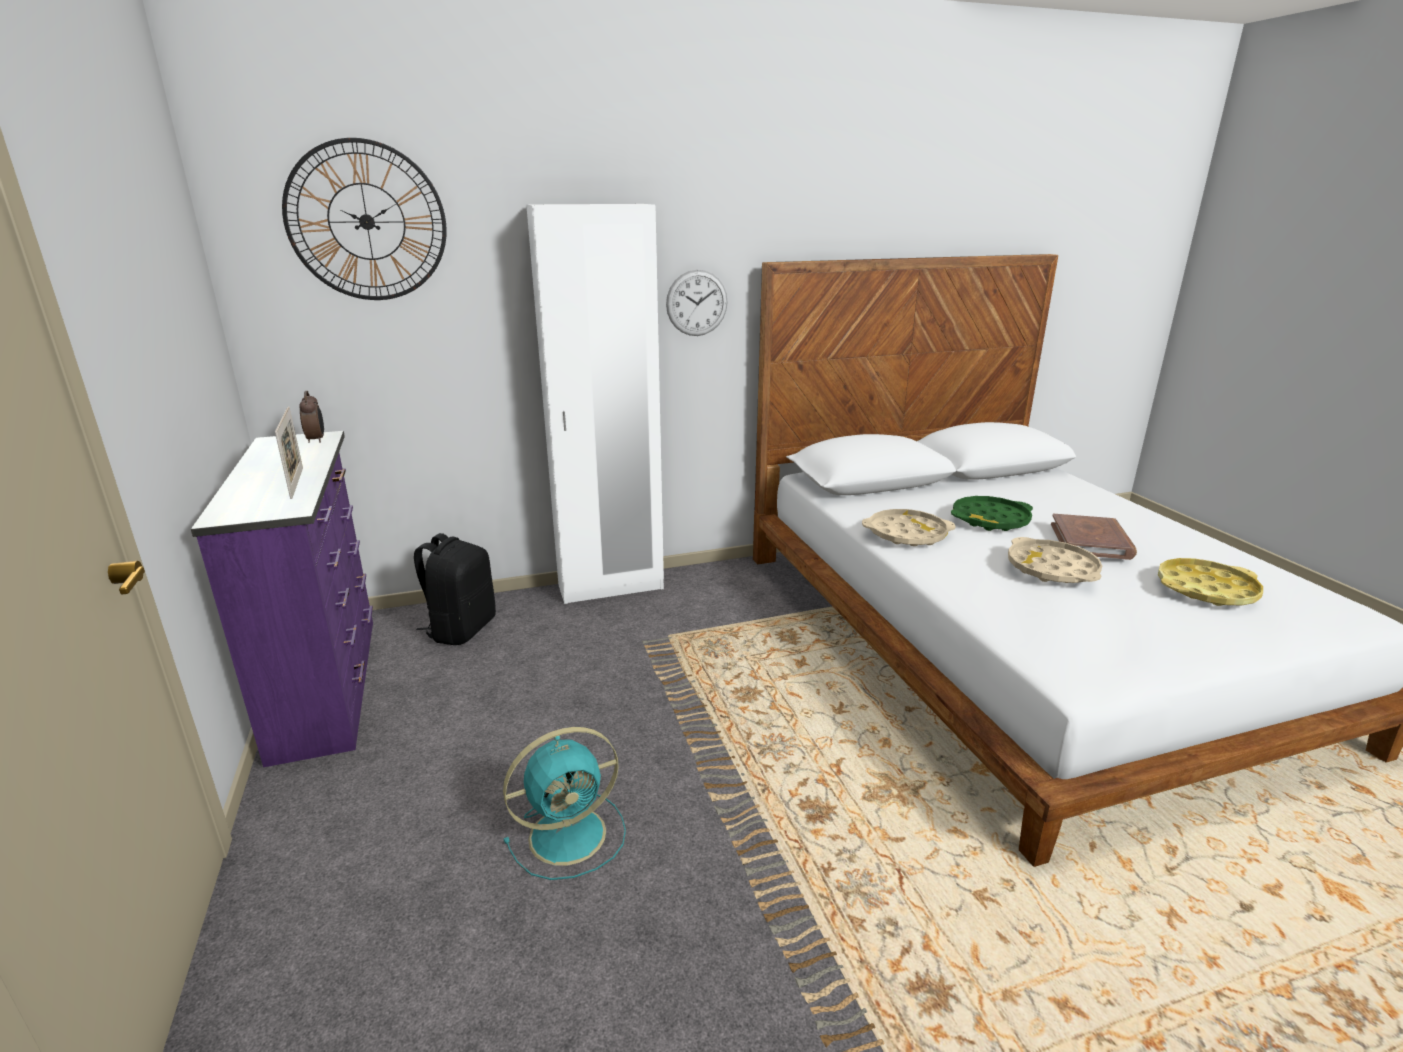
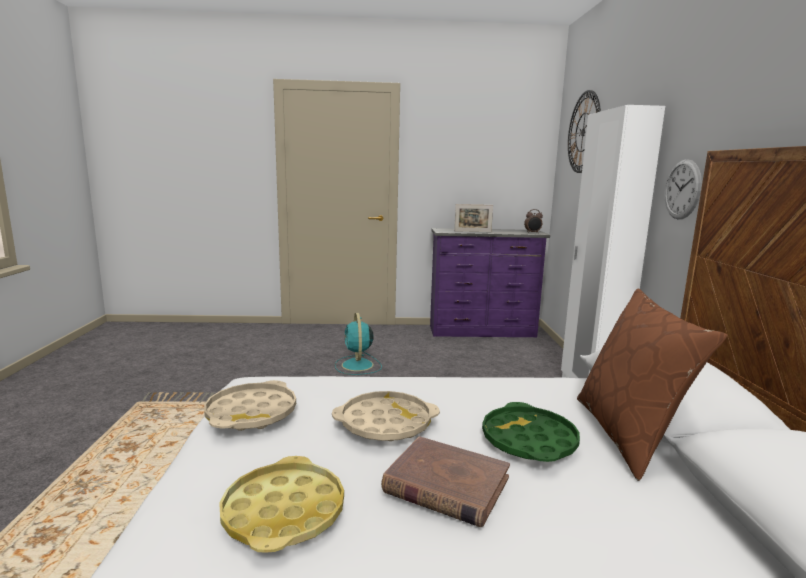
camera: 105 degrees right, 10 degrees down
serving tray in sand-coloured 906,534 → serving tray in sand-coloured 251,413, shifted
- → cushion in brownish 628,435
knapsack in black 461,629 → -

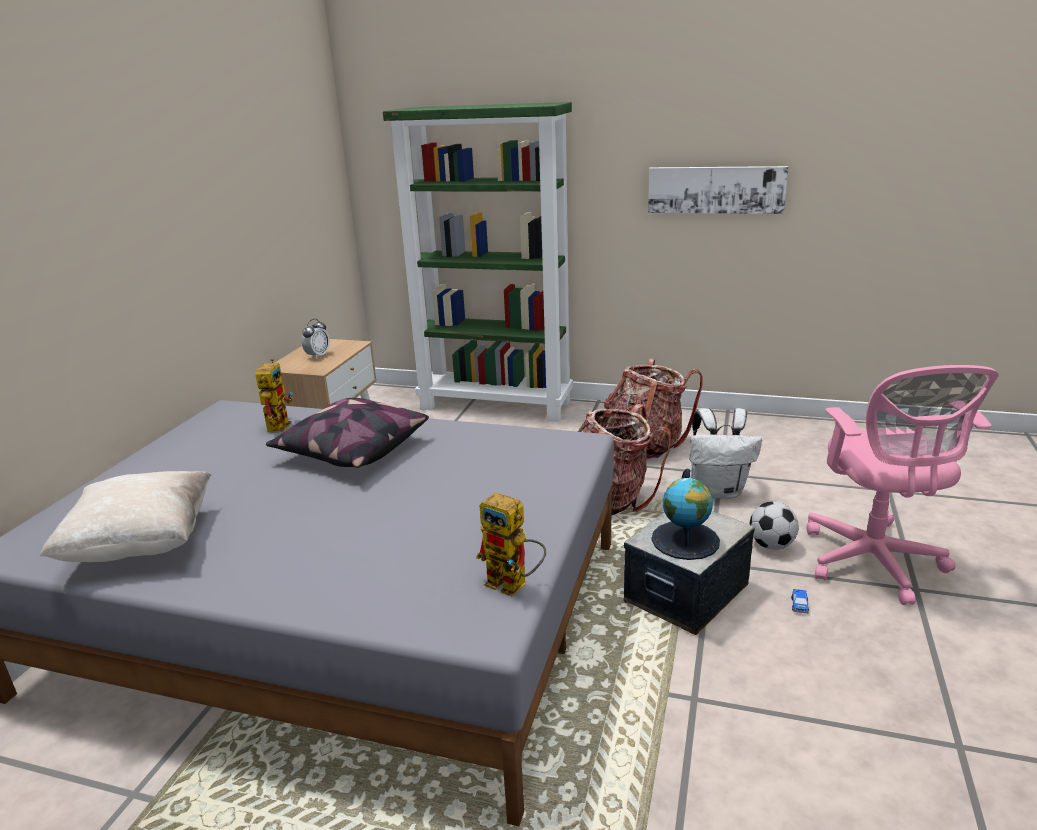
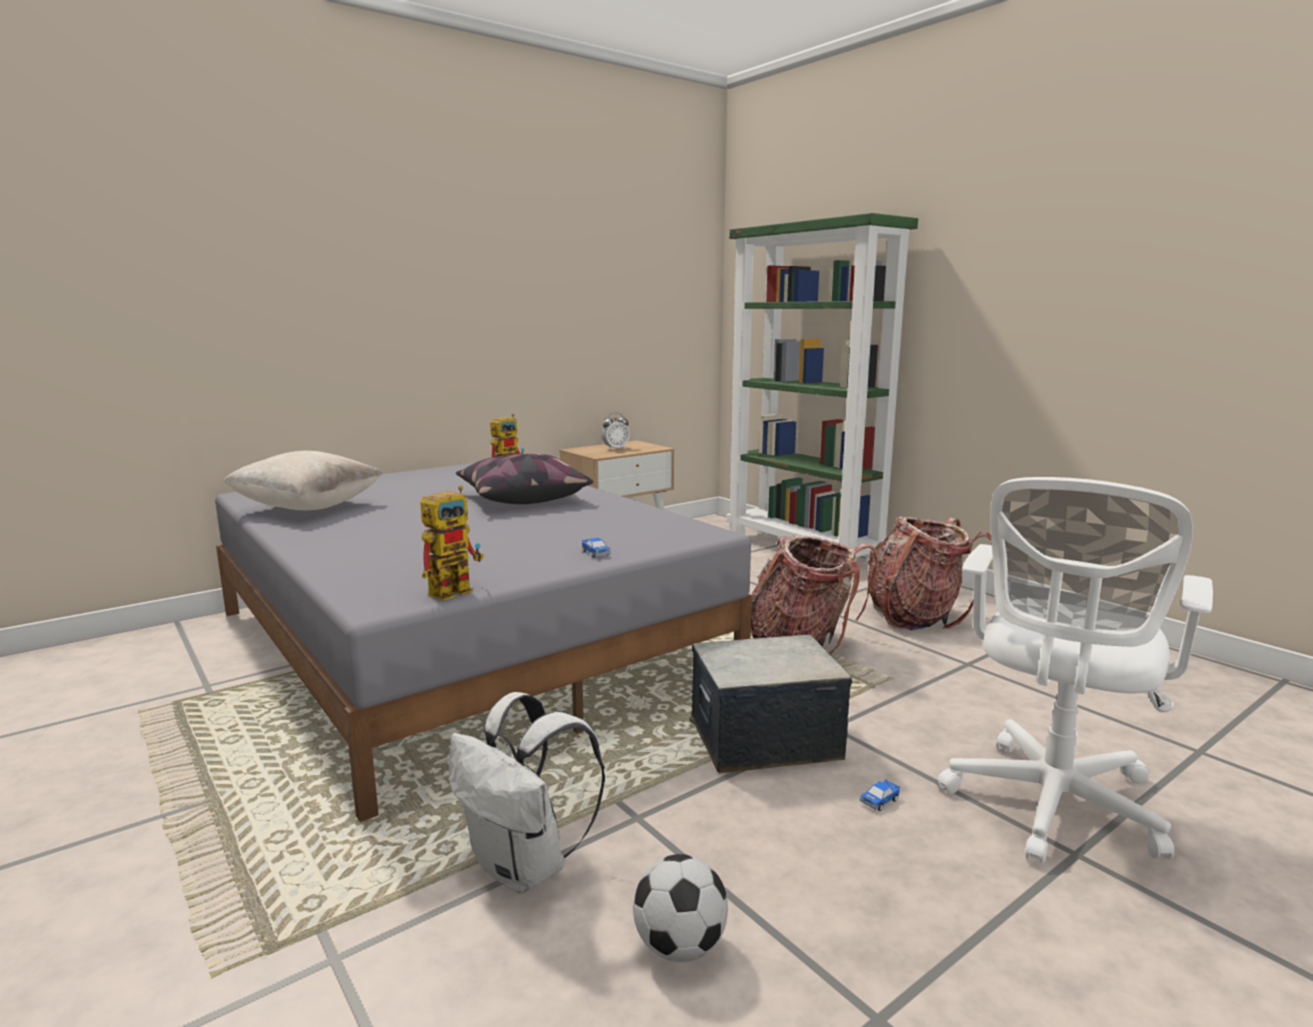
camera: 35 degrees right, 10 degrees down
robot figure 514,585 → robot figure 456,589, 120 degrees counterclockwise
knapsack in white-coloured 718,491 → knapsack in white-coloured 525,867, shifted
- → toy car 595,553
ball for football 771,545 → ball for football 679,947, shifted
desk chair in pinkish 874,563 → desk chair in white-coloured 1051,807
wall picture 716,189 → -
desk globe 685,540 → -

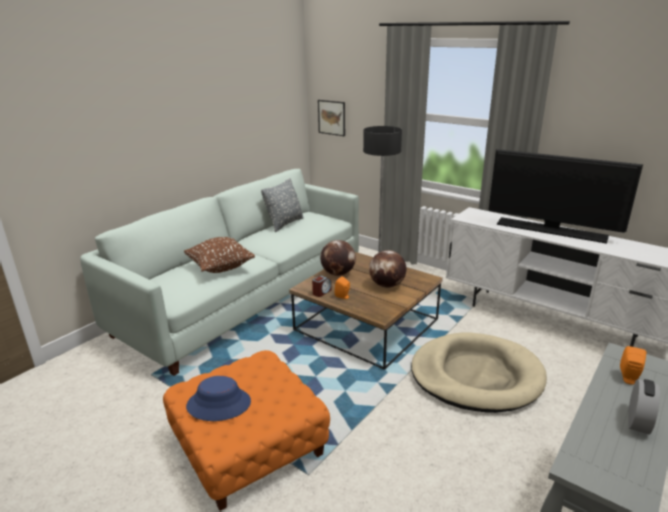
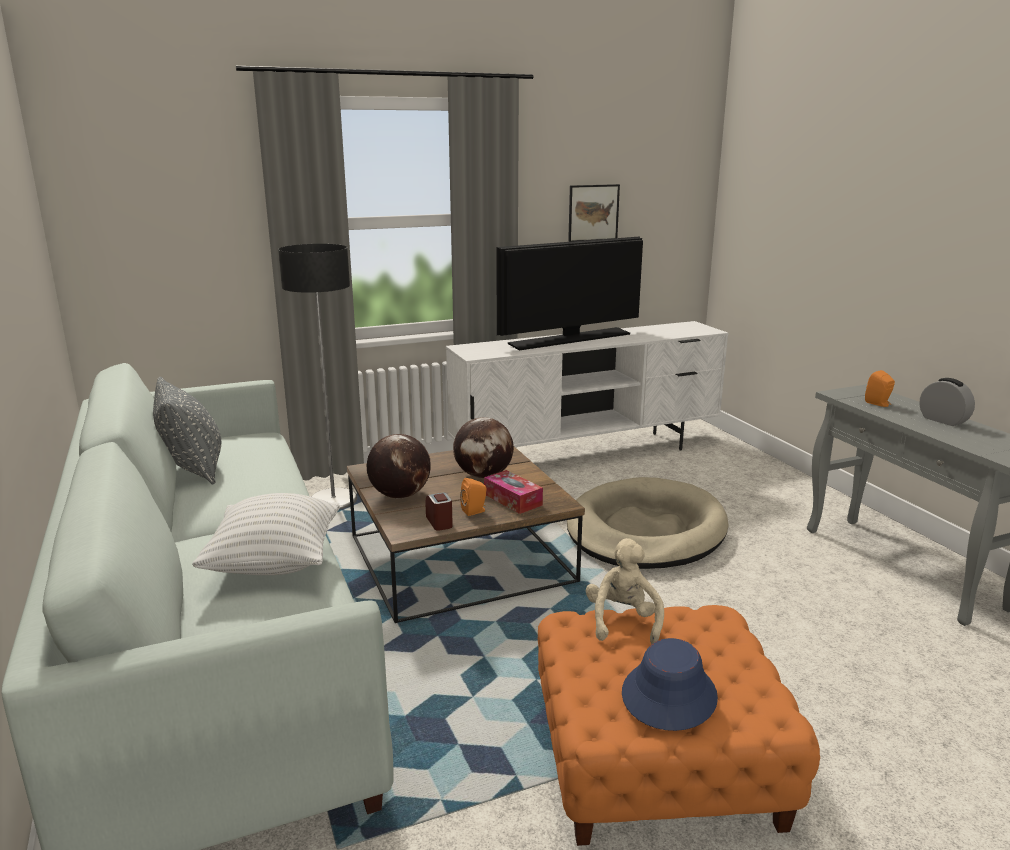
camera: 60 degrees left, 5 degrees down
cushion in brownish 220,267 → cushion in white-coloured 275,563
- → tissue box 512,500
wall picture 331,117 → wall picture 593,213, shifted
- → soft toy in sand-coloured 623,621

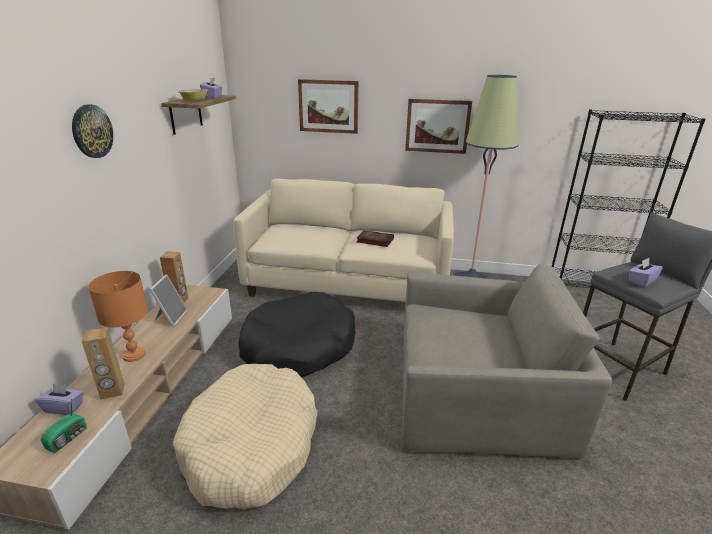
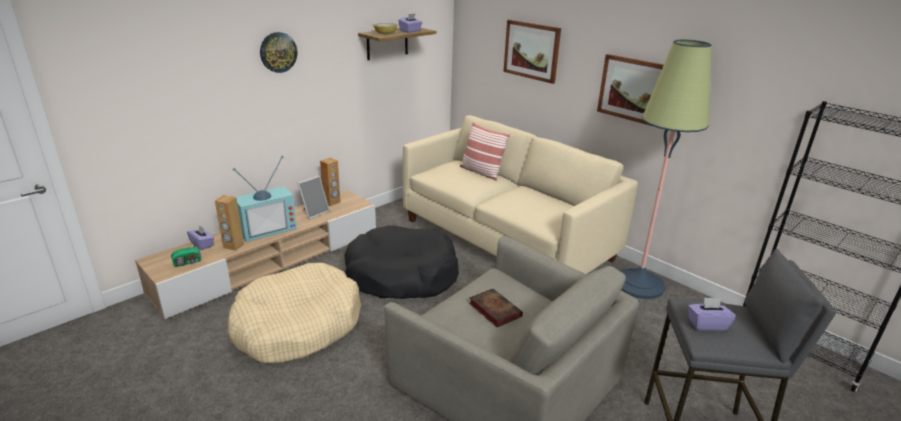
camera: 35 degrees right, 0 degrees up
lamp for a table in orangey 134,354 → TV set 267,228
- → cushion 481,172
volume 374,240 → volume 493,309, shifted

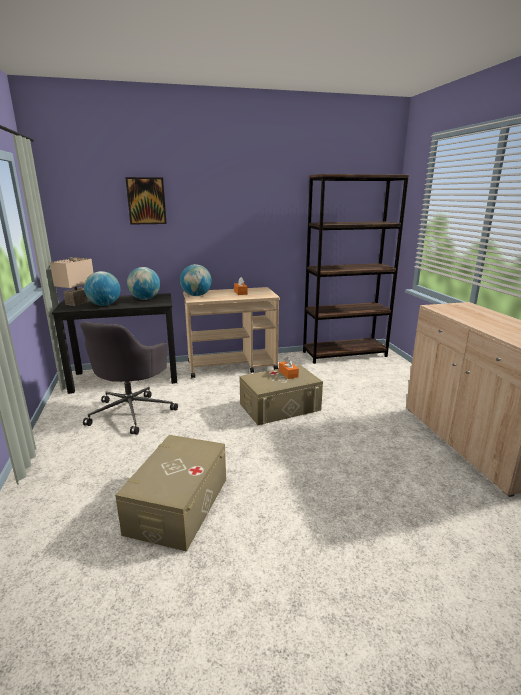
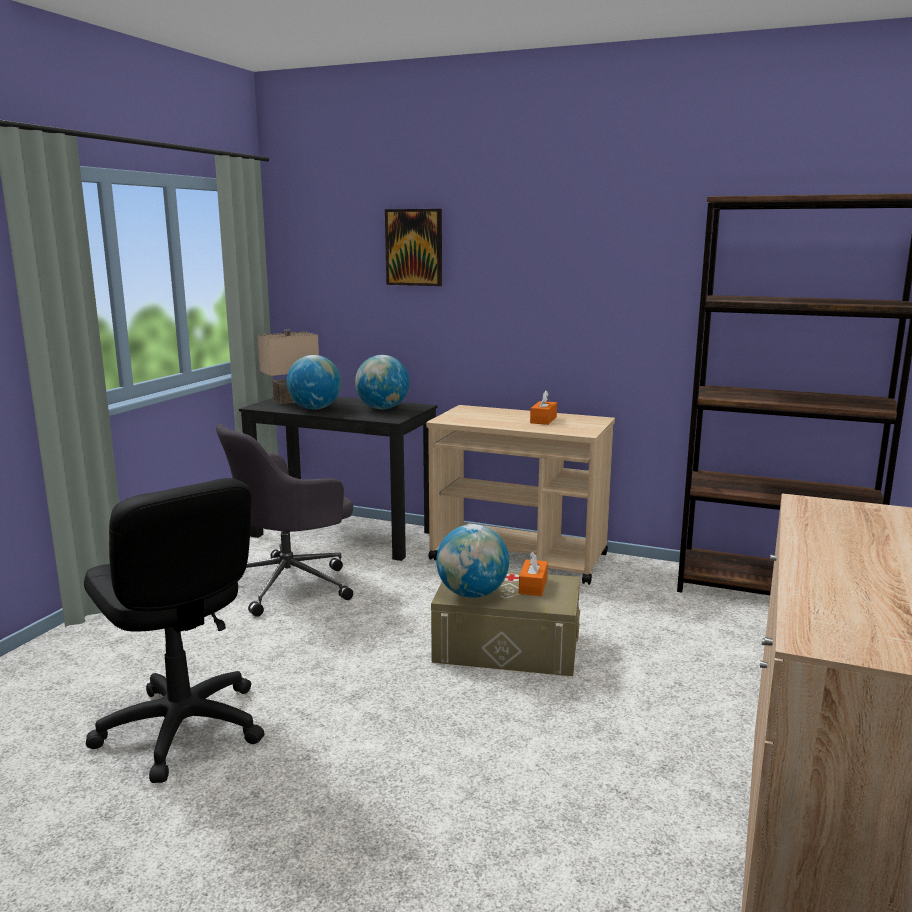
camera: 35 degrees right, 5 degrees down
storage box in sand-coloured 178,505 → desk chair in black 182,728
desk globe 196,295 → desk globe 472,594, shifted

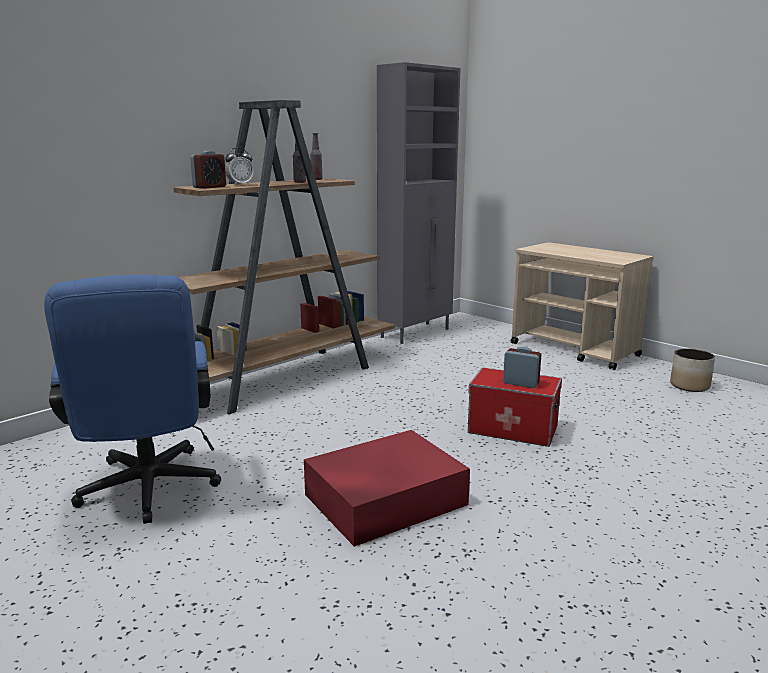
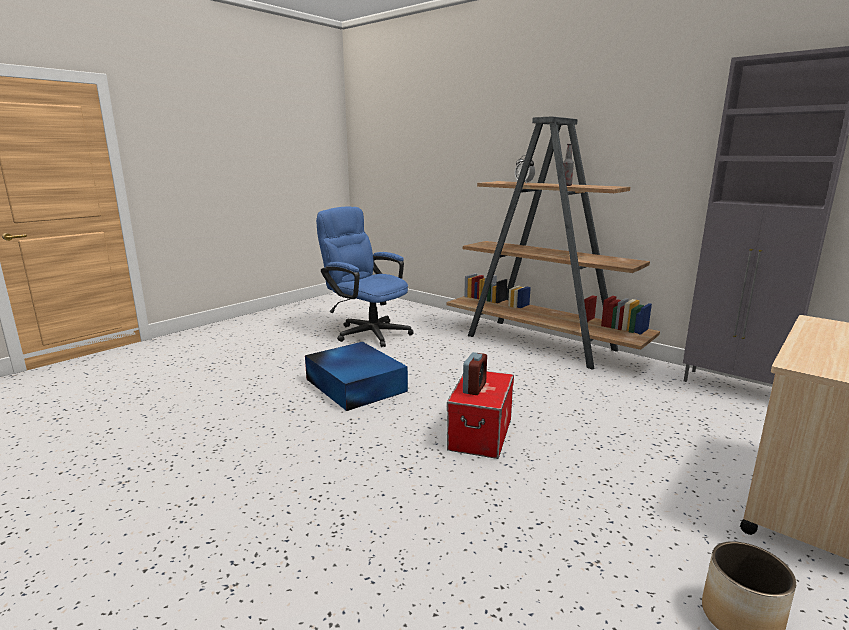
camera: 85 degrees right, 0 degrees up
storage box in red 383,500 → storage box in bluish 355,384
desk chair in bluish 148,492 → desk chair in bluish 367,332, 60 degrees clockwise
table clock 209,187 → -
bottle 316,179 → -

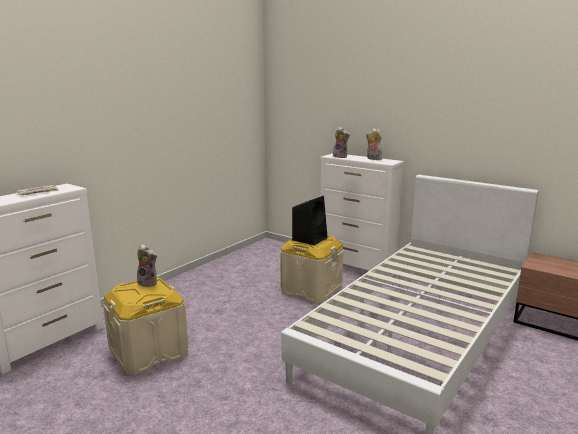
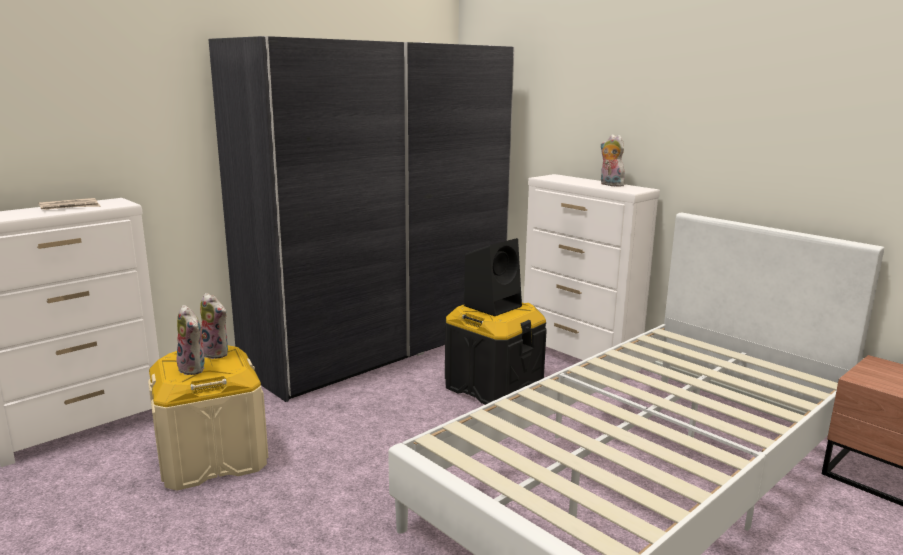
camera: 10 degrees right, 0 degrees up
soft toy 341,156 → soft toy 194,368, shifted
- → clothes cupboard in gray 381,346
storage box in sand-coloured 311,289 → storage box in black 493,387

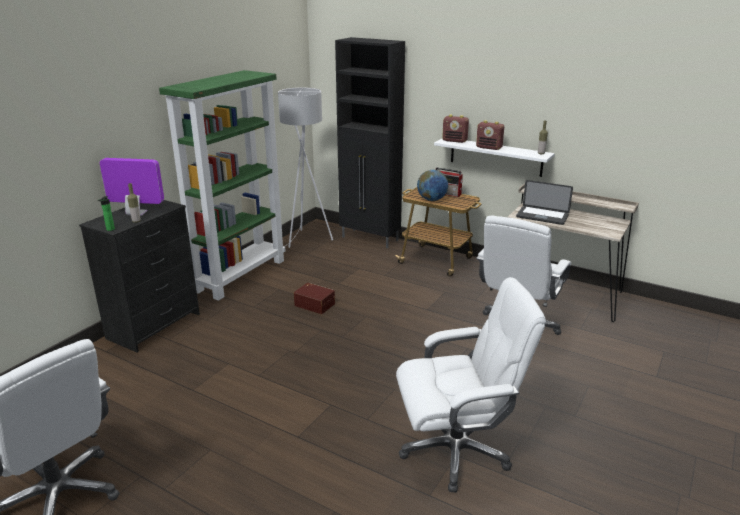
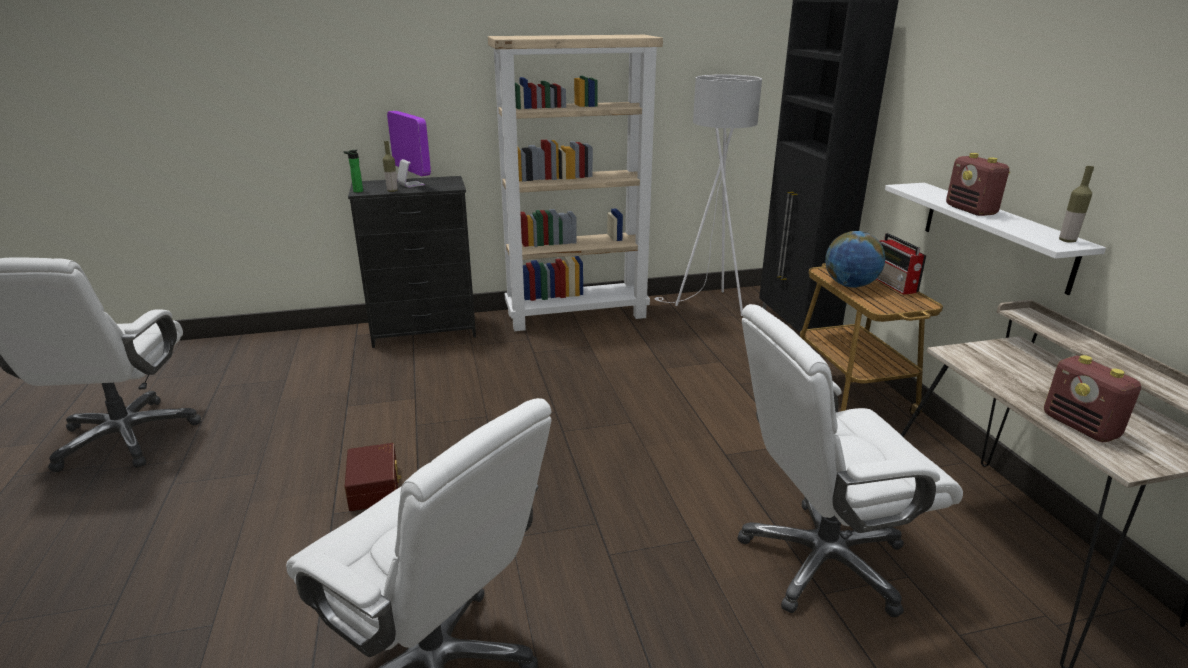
camera: 45 degrees right, 0 degrees up
storage box in brownish 315,304 → storage box in brownish 376,487, shifted
shelving unit in green-coloured 240,275 → shelving unit in sand-coloured 577,315
radio 455,141 → radio 1081,426, shifted
laptop 542,216 → -

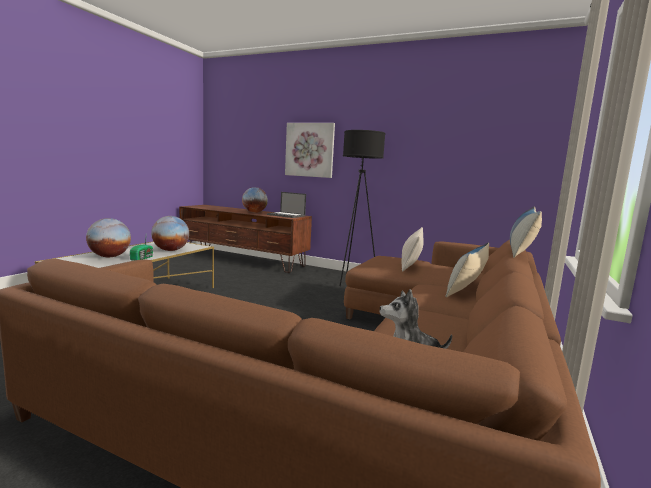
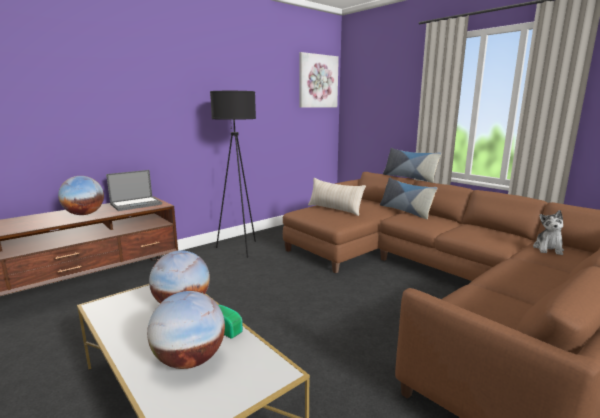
camera: 65 degrees left, 5 degrees up
wall picture 310,150 → wall picture 318,81, shifted

